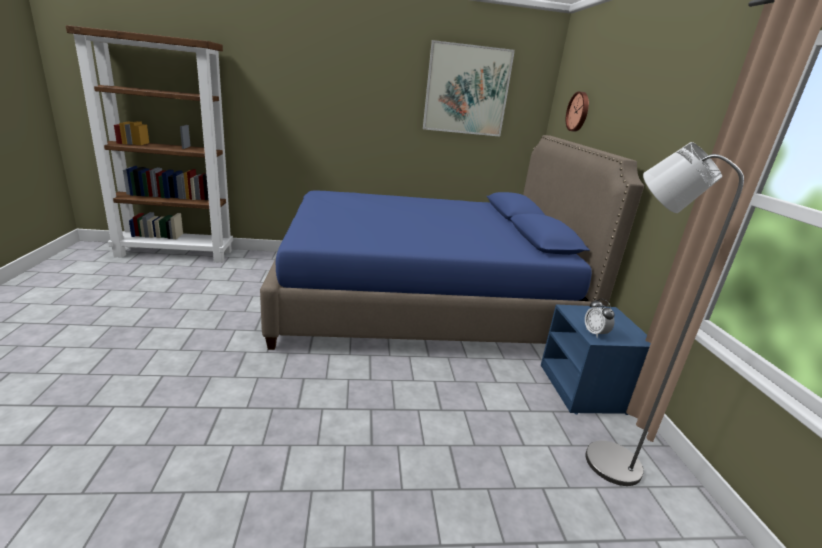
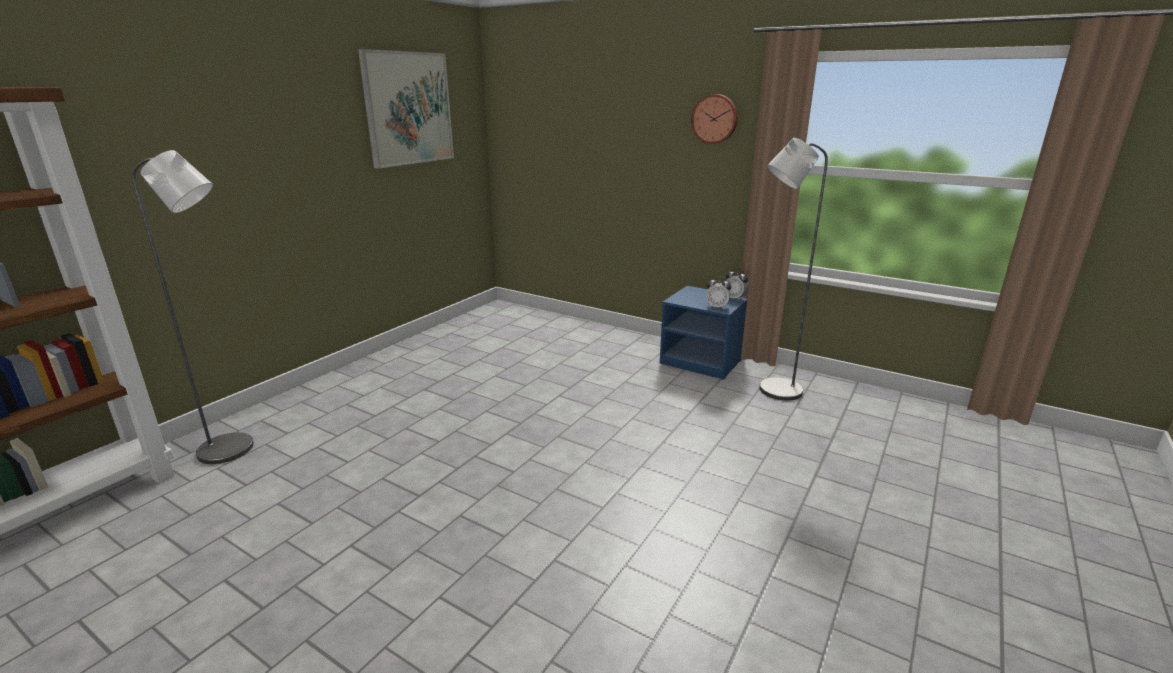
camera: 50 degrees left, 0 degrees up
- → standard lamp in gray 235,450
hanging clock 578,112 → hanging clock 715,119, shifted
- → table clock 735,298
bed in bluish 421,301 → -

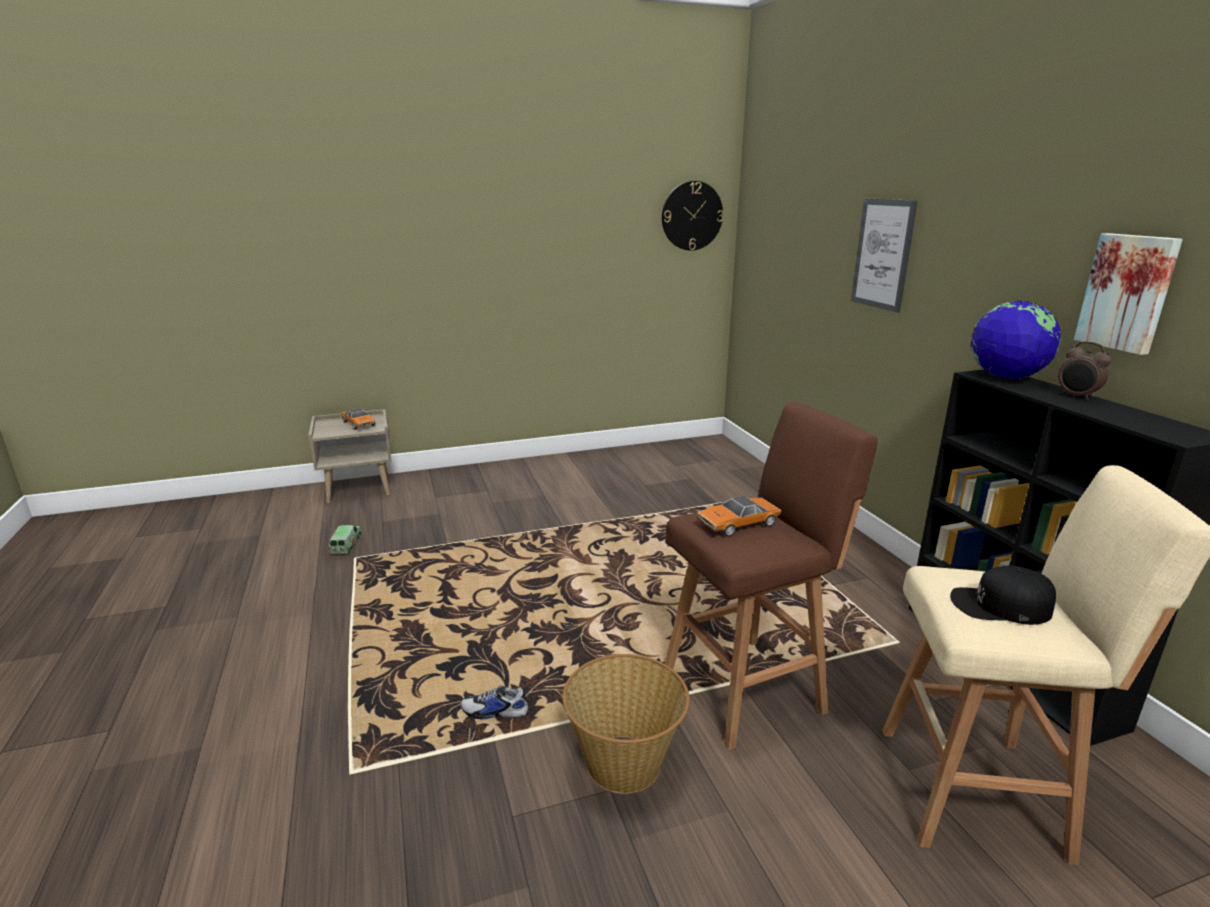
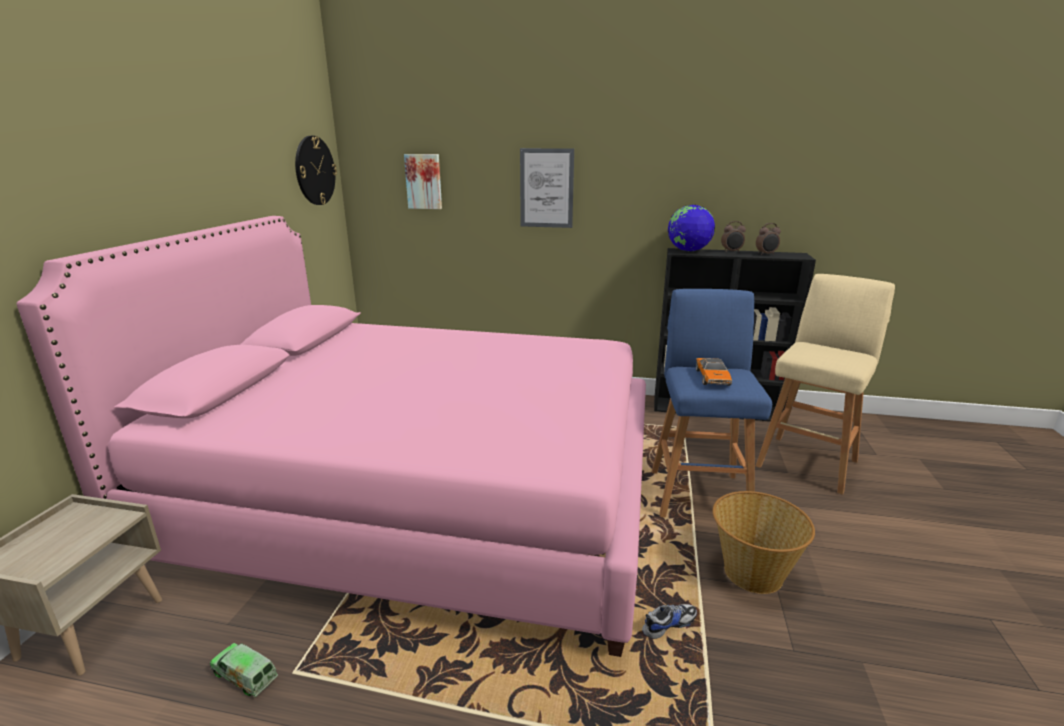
camera: 60 degrees left, 0 degrees up
- → bed in pinkish 421,499
wall picture 1128,292 → wall picture 424,181, shifted
item of footwear 495,712 → item of footwear 668,624, 150 degrees counterclockwise
sitting stool in brownish 747,688 → sitting stool in bluish 698,493
- → table clock 766,254
toy car 359,424 → -
cap in black 1000,605 → -

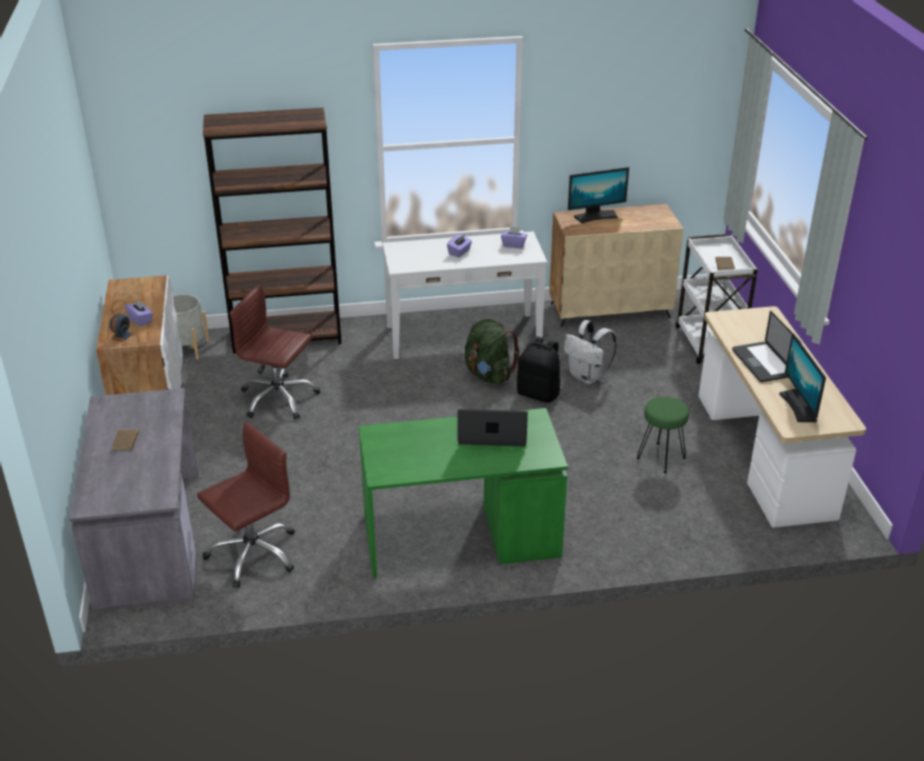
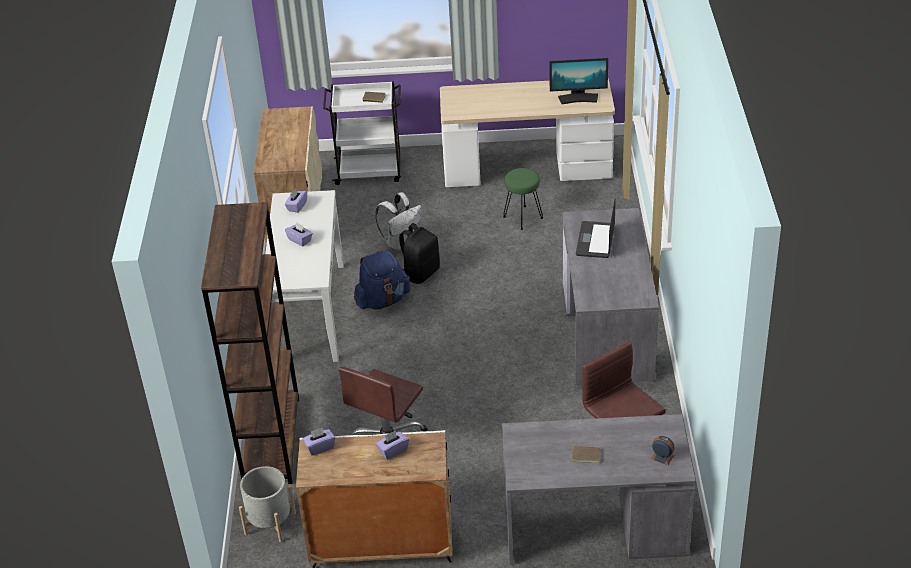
camera: 80 degrees left, 5 degrees up
- → tissue box in purple 320,447
knapsack in green-coloured 489,375 → knapsack in bluish 383,300
desk table in green-coloured 459,536 → desk table in gray 608,331
table clock 122,336 → table clock 662,457, shifted
computer screen 595,216 → -
laptop 762,363 → -

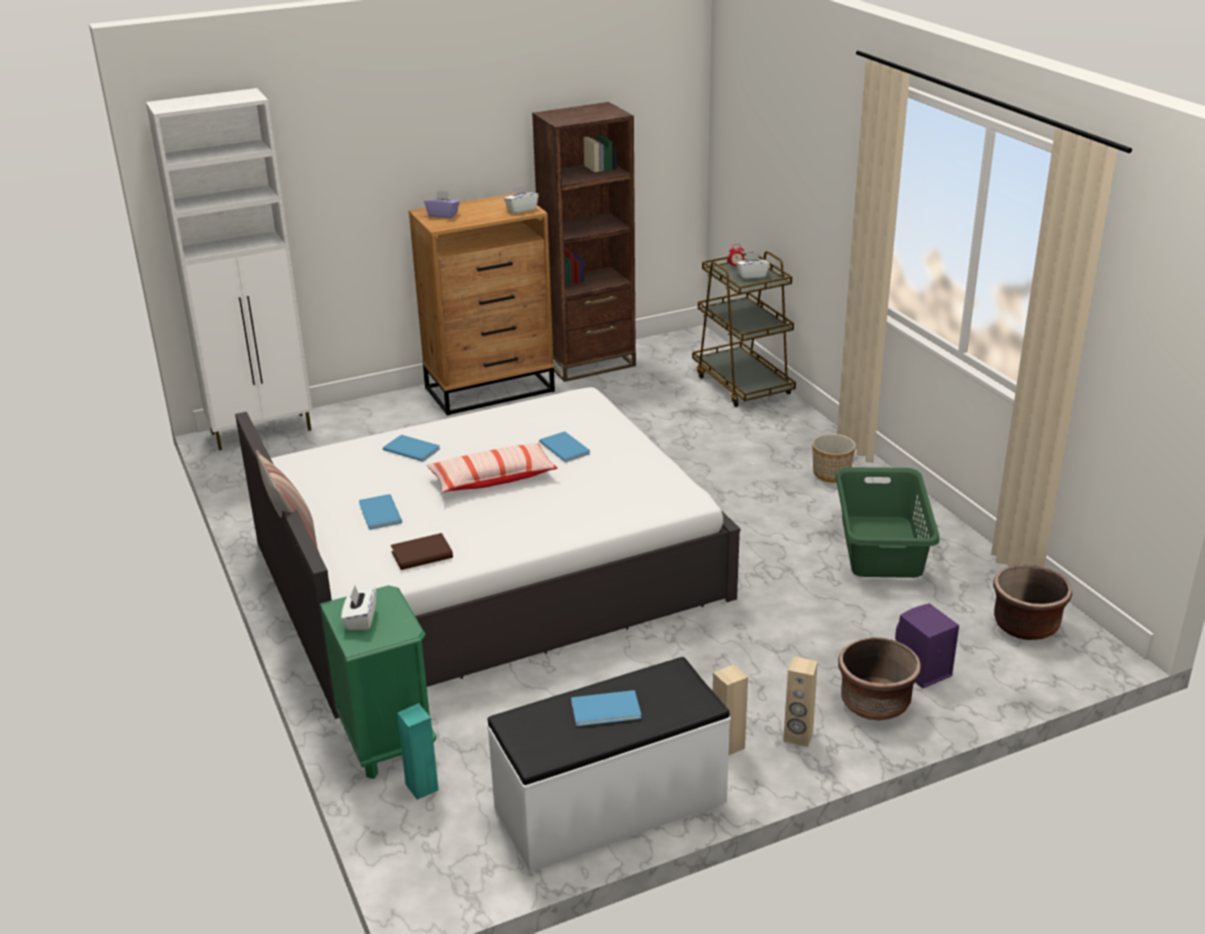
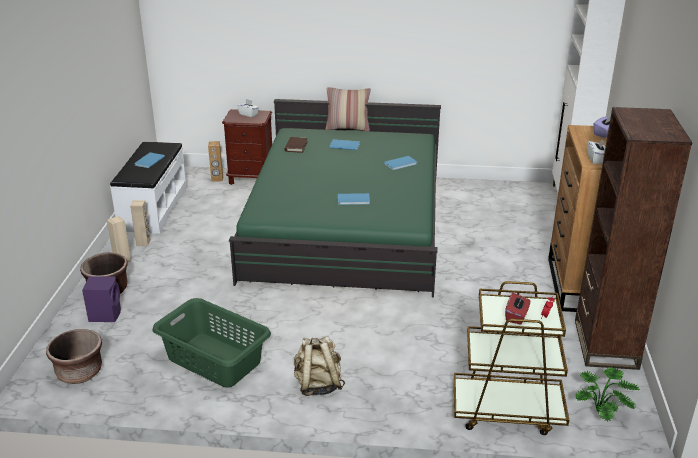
camera: 120 degrees right, 0 degrees up
audio speaker in turquoise 422,787 → audio speaker in brownish 217,179
bedside table in green-coloured 387,741 → bedside table in brownish 251,178
bed in white-coloured 486,570 → bed in green-coloured 346,226
plant pot 832,474 → knapsack in sand-coloured 318,385
tissue box in white-coloured 752,275 → tissue box in red 516,316
- → houseplant 602,412
cushion 493,479 → -

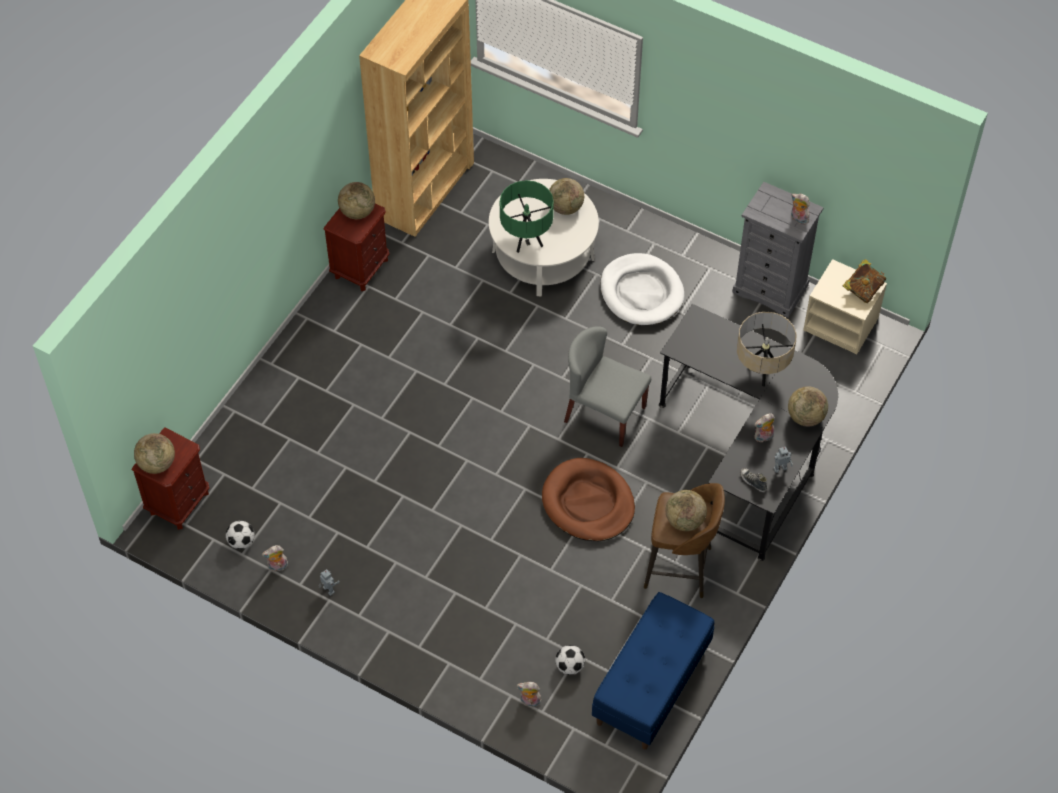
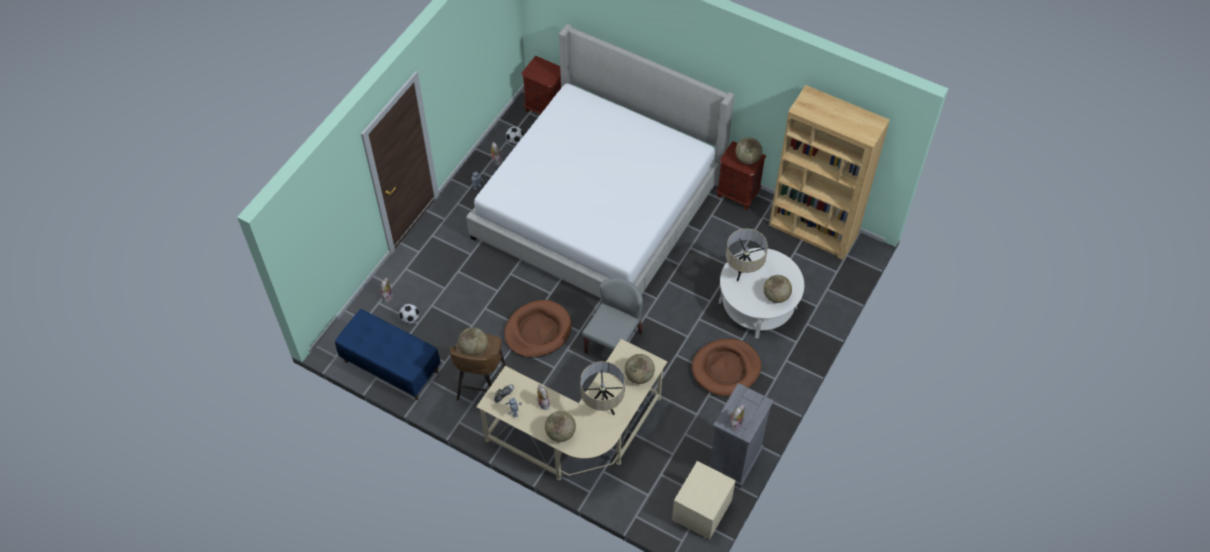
camera: 90 degrees right, 0 degrees up
- → bed 598,207
desk table in black 749,452 → desk table in sand-coloured 579,436
desk globe 157,464 → desk globe 639,376, shifted
dog bed in white-coloured 641,292 → dog bed in brownish 726,369
lamp for a table in green-coloured 526,239 → lamp for a table in sand-coloured 743,271
volume 863,289 → -

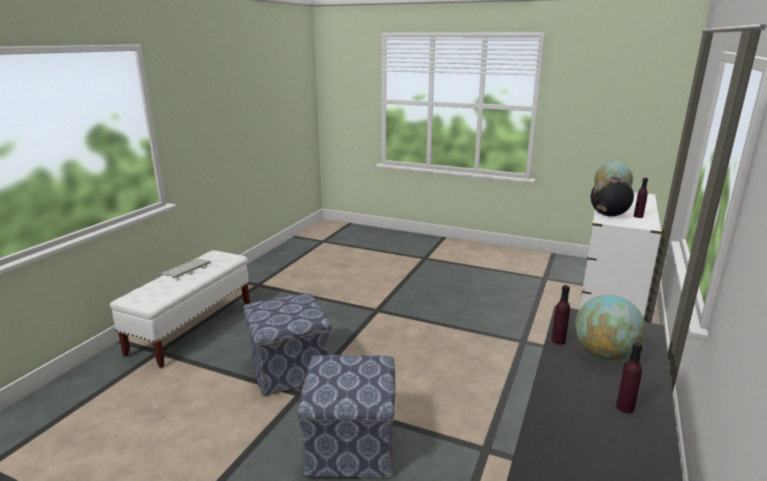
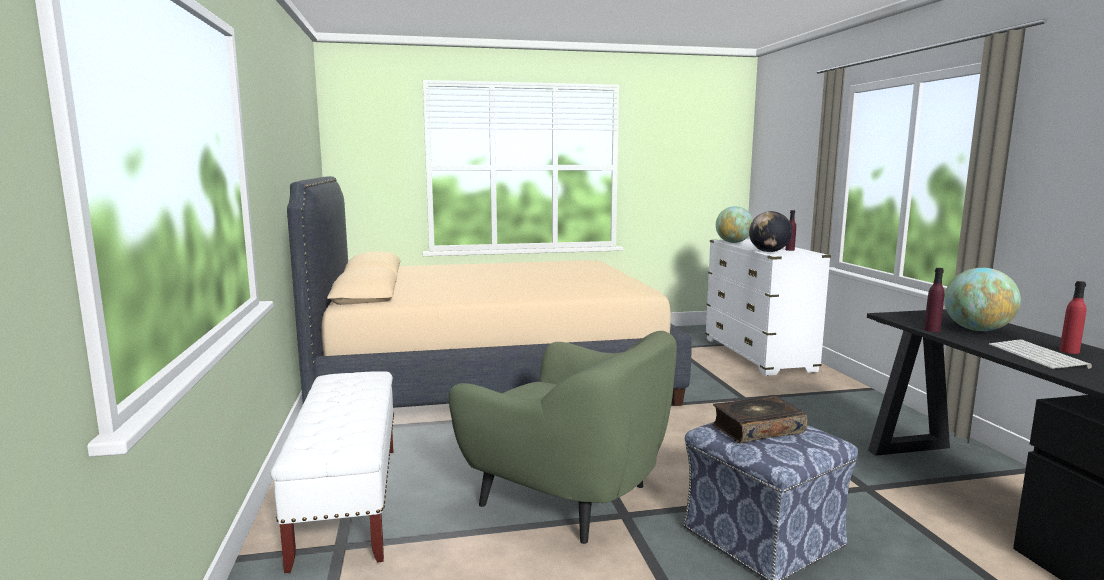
camera: 35 degrees left, 10 degrees down
- → bed in sand-coloured 490,376
footrest 289,369 → lounge chair in green-coloured 568,497
- → volume 756,429
PC keyboard 186,268 → PC keyboard 1039,356, shifted
bottle in purple 625,407 → bottle in red 1069,351

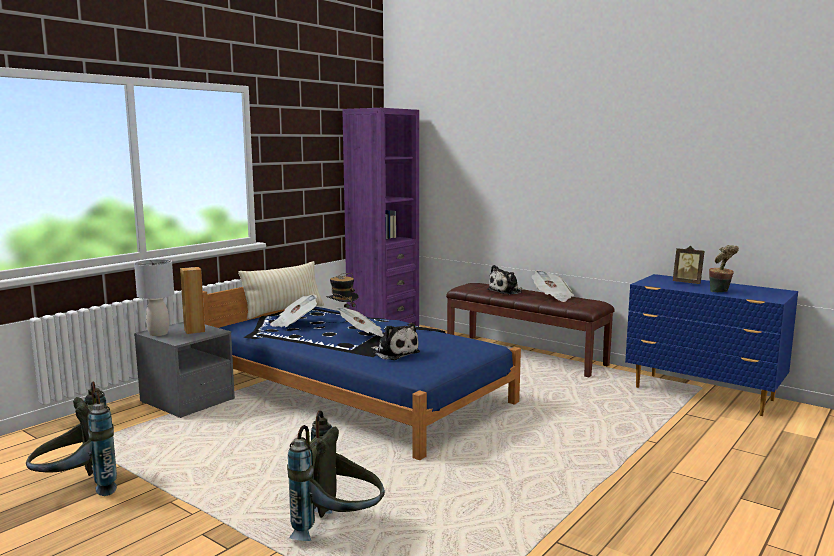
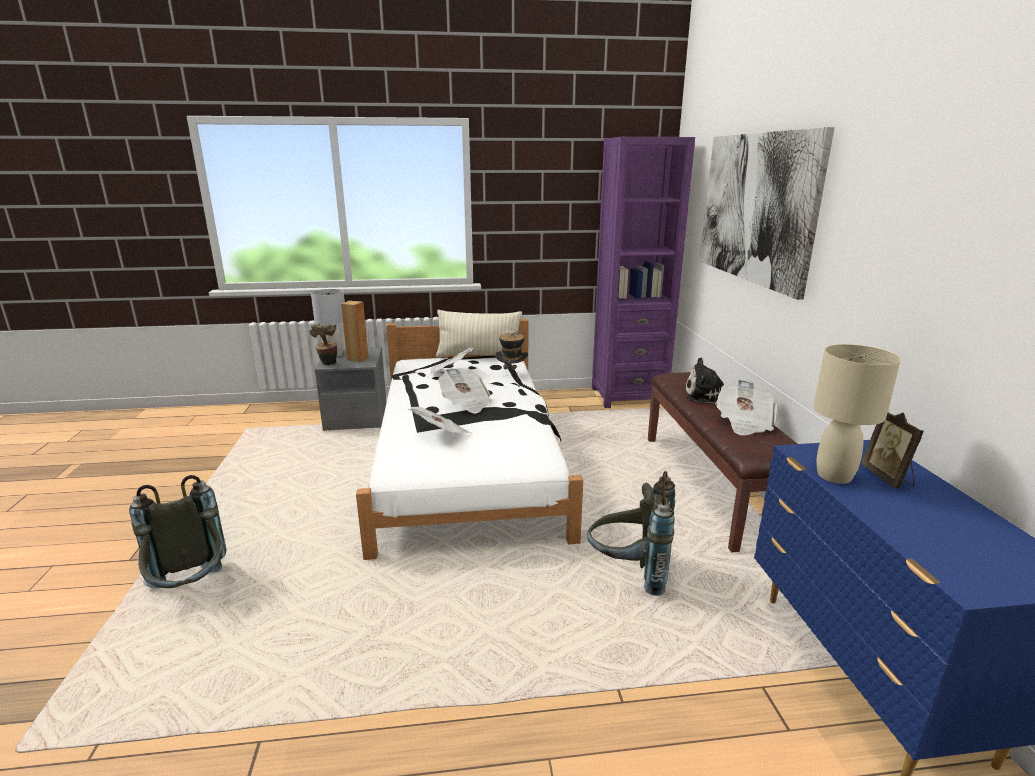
camera: 45 degrees right, 10 degrees up
houseplant 720,292 → houseplant 328,364, shifted
bed in bluish 353,392 → bed in white-coloured 466,458
soft toy 394,353 → printed paper 441,435
knapsack in gray 78,490 → knapsack in gray 629,573, shifted
- → wall picture 756,208
- → lamp for a table in sand-coloured 835,476

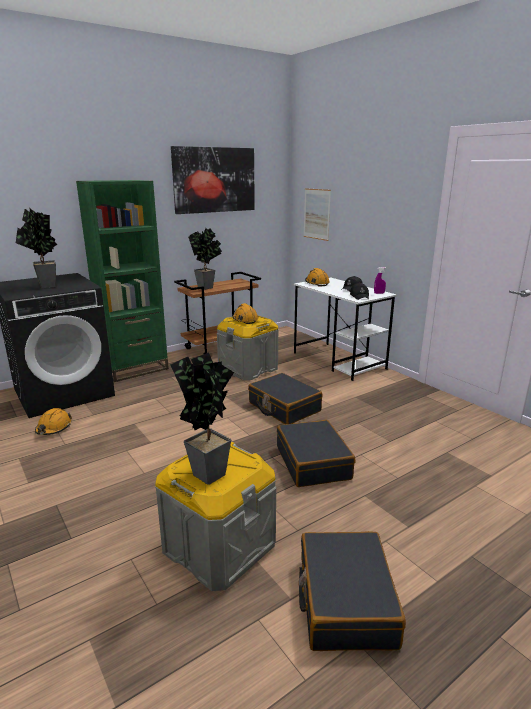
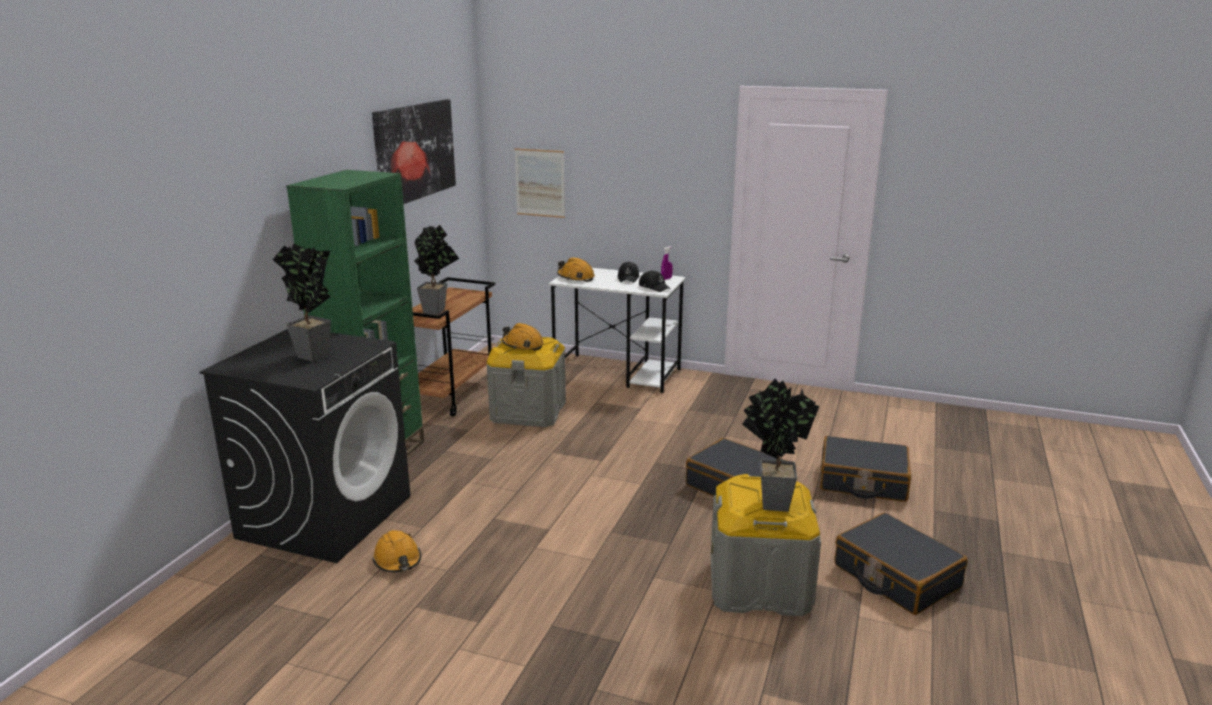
camera: 35 degrees left, 0 degrees up
suitcase in black 284,407 → suitcase in black 862,481, shifted

